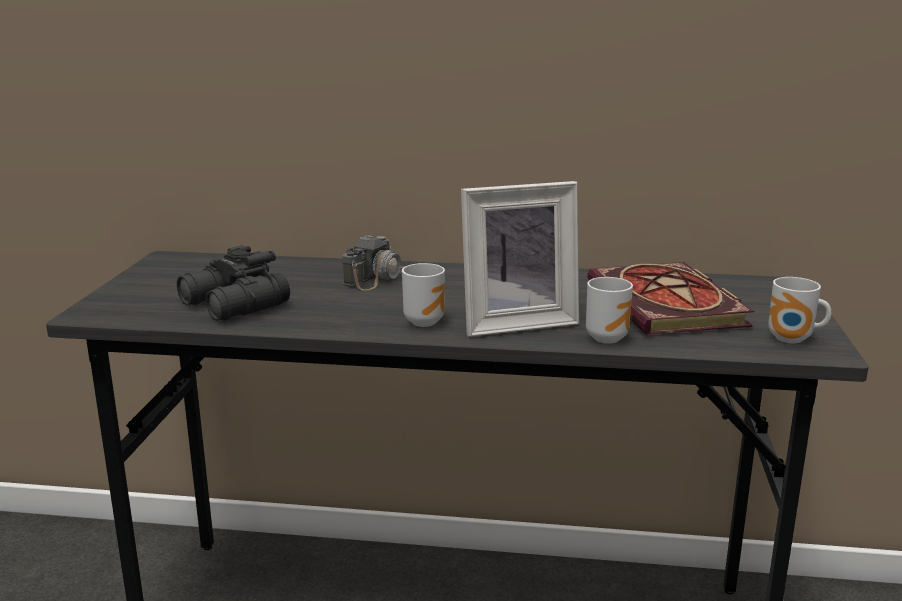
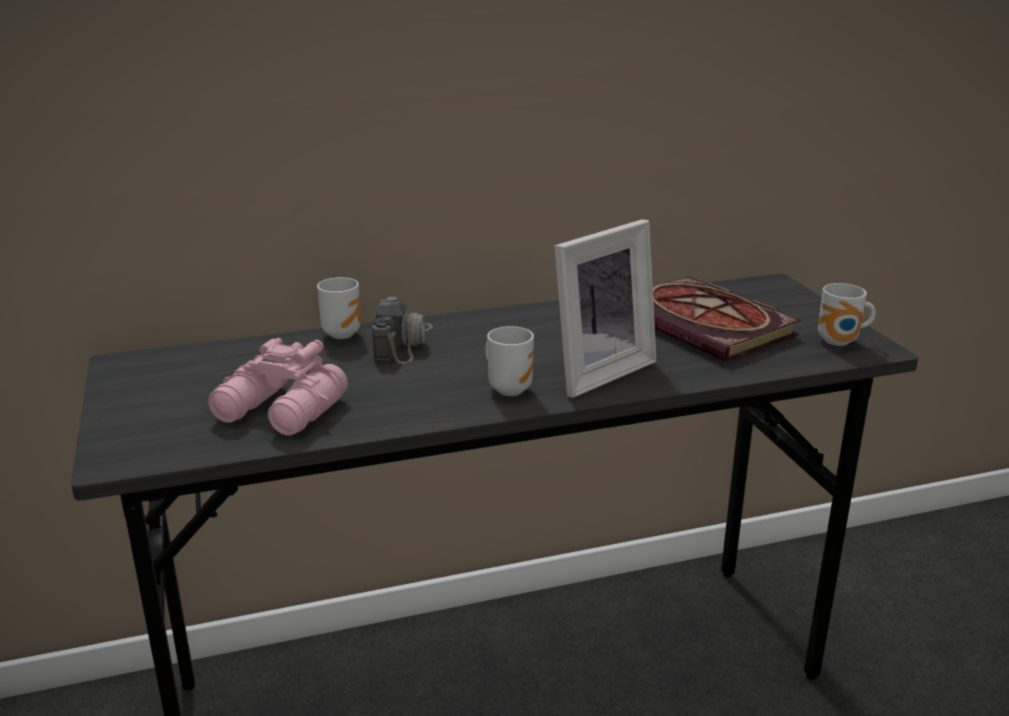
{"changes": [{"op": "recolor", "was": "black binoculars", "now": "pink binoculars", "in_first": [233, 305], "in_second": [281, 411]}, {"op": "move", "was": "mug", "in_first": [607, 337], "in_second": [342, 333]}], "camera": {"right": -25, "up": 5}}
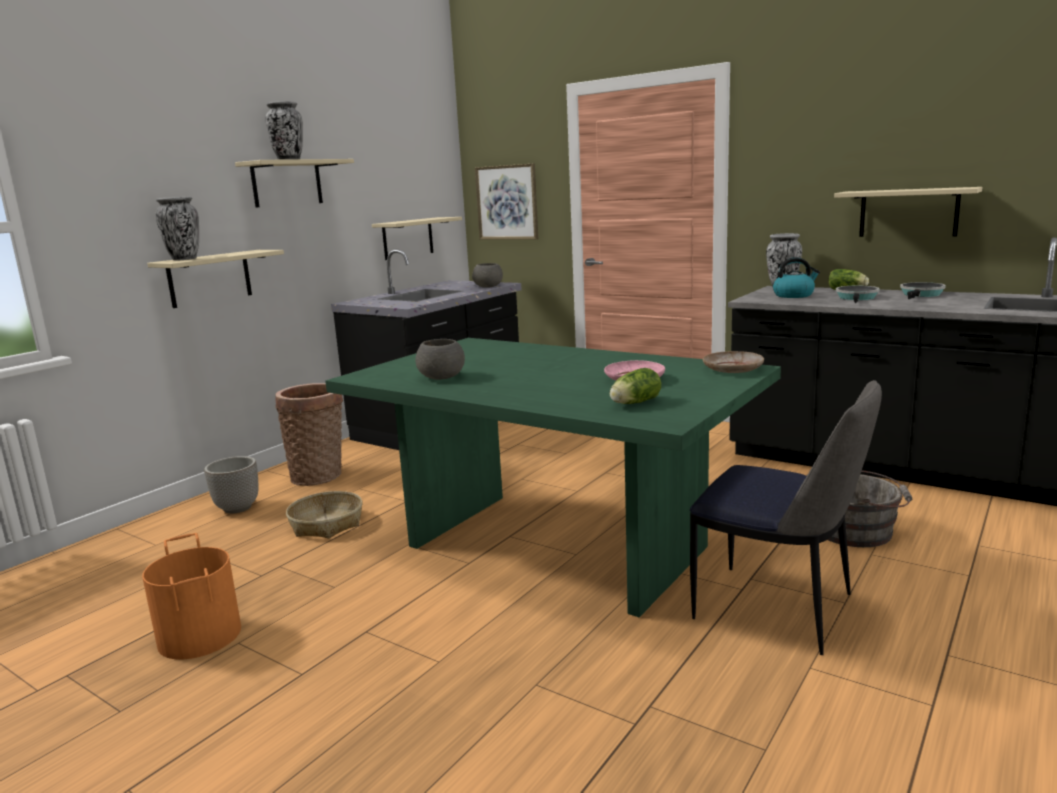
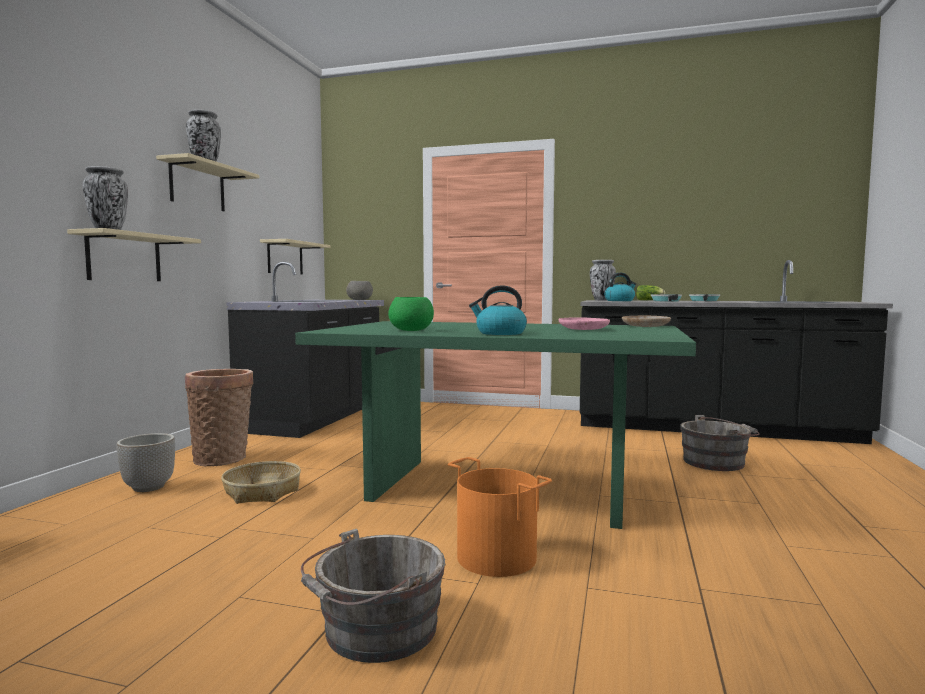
{"changes": [{"op": "insert", "now": "grey bucket", "in_second": [375, 631]}, {"op": "recolor", "was": "grey bowl", "now": "green bowl", "in_first": [442, 377], "in_second": [411, 330]}, {"op": "move", "was": "orange bucket", "in_first": [198, 636], "in_second": [496, 557]}, {"op": "insert", "now": "kettle", "in_second": [500, 333]}, {"op": "delete", "was": "picture", "in_first": [507, 202]}, {"op": "delete", "was": "lettuce", "in_first": [633, 403]}, {"op": "delete", "was": "chair", "in_first": [778, 609]}, {"op": "delete", "was": "beige shelf", "in_first": [908, 213]}], "camera": {"right": -20, "up": -10}}
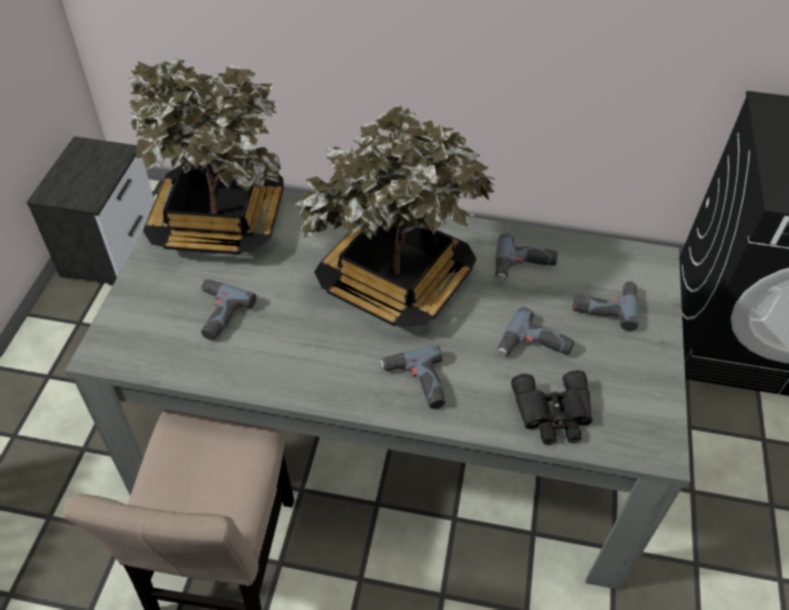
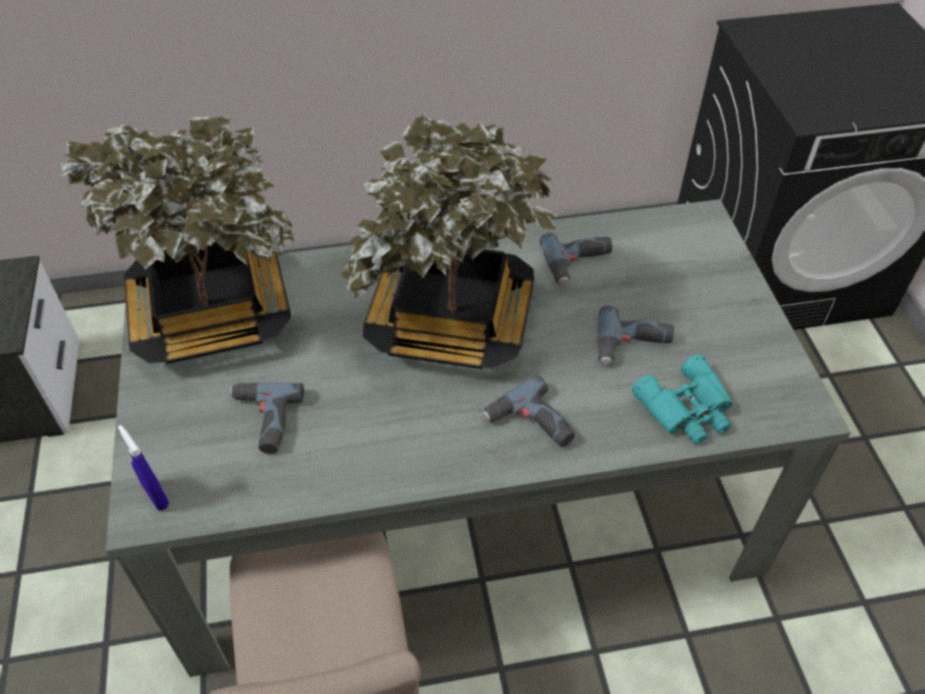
{"changes": [{"op": "insert", "now": "blue spray bottle", "in_second": [156, 496]}, {"op": "recolor", "was": "black binoculars", "now": "turquoise binoculars", "in_first": [553, 414], "in_second": [687, 409]}, {"op": "delete", "was": "power drill", "in_first": [604, 305]}], "camera": {"right": -20, "up": 0}}
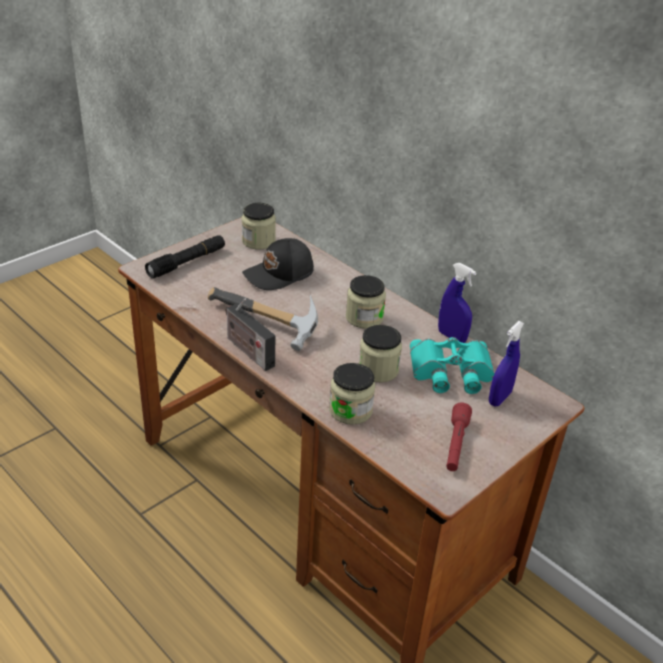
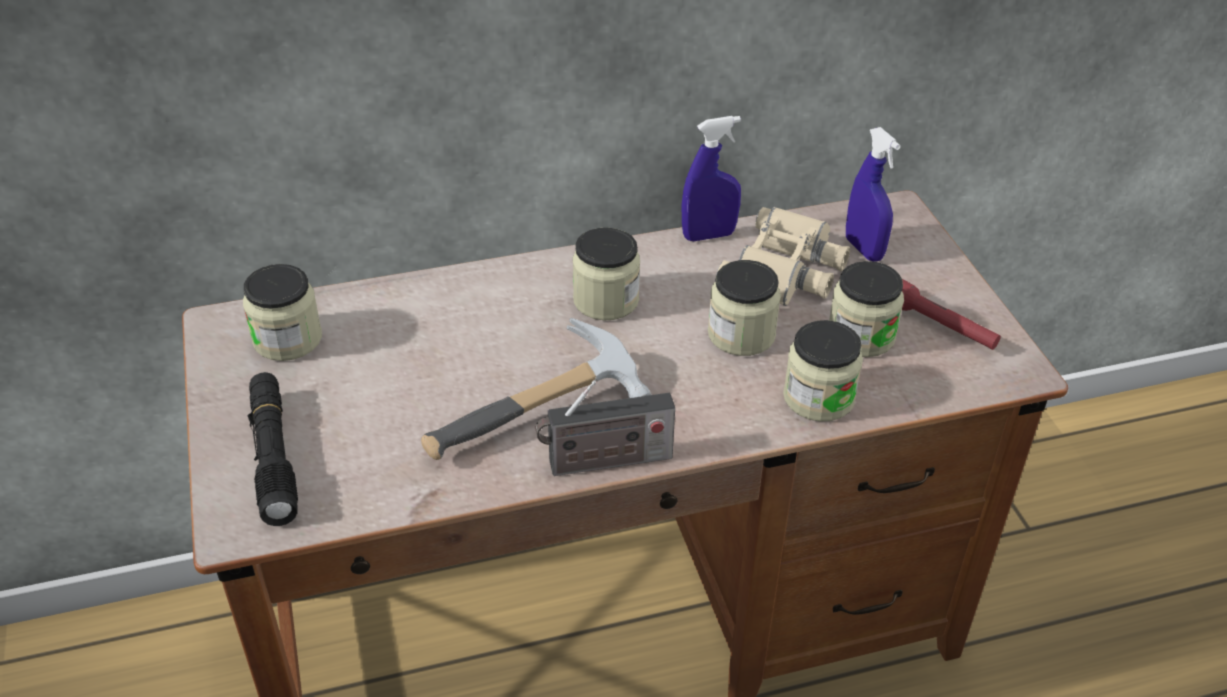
{"changes": [{"op": "recolor", "was": "turquoise binoculars", "now": "beige binoculars", "in_first": [451, 372], "in_second": [787, 269]}, {"op": "insert", "now": "jar", "in_second": [861, 336]}, {"op": "delete", "was": "black cap", "in_first": [279, 274]}], "camera": {"right": -60, "up": 5}}
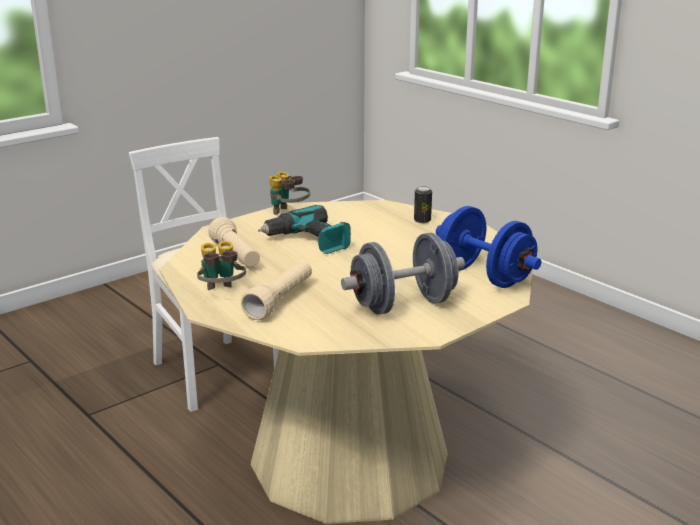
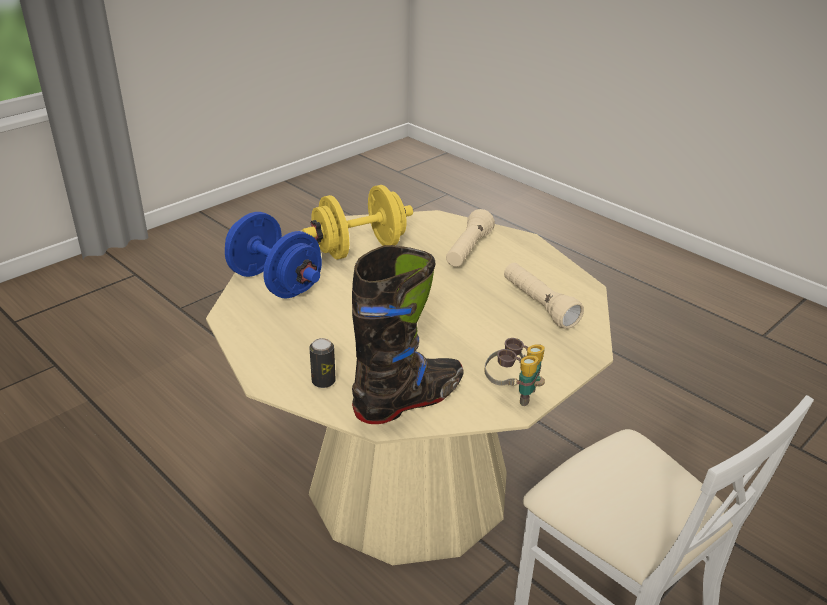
{"changes": [{"op": "recolor", "was": "grey dumbbell", "now": "yellow dumbbell", "in_first": [403, 305], "in_second": [359, 249]}, {"op": "insert", "now": "black boot", "in_second": [409, 400]}, {"op": "delete", "was": "binoculars", "in_first": [221, 293]}, {"op": "delete", "was": "power drill", "in_first": [308, 242]}], "camera": {"right": 175, "up": 10}}
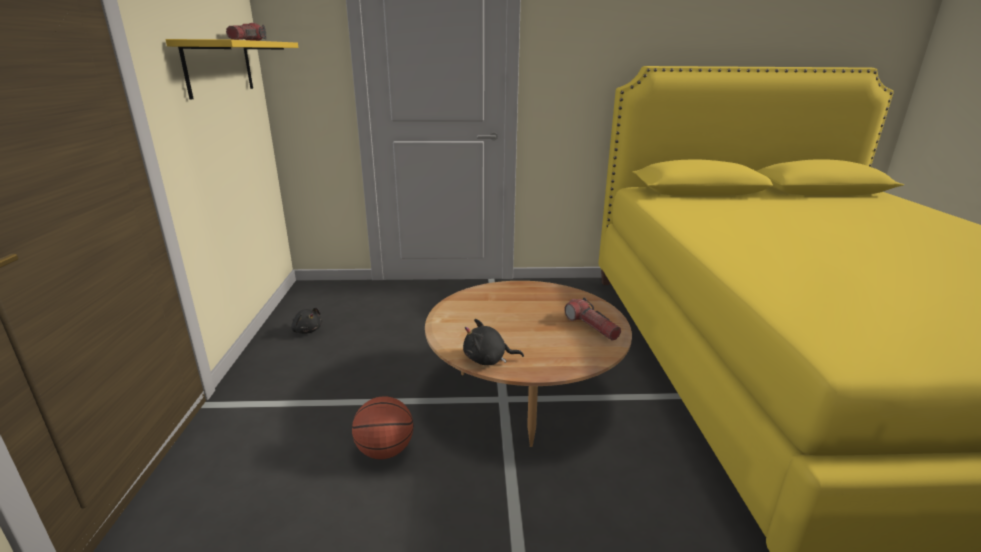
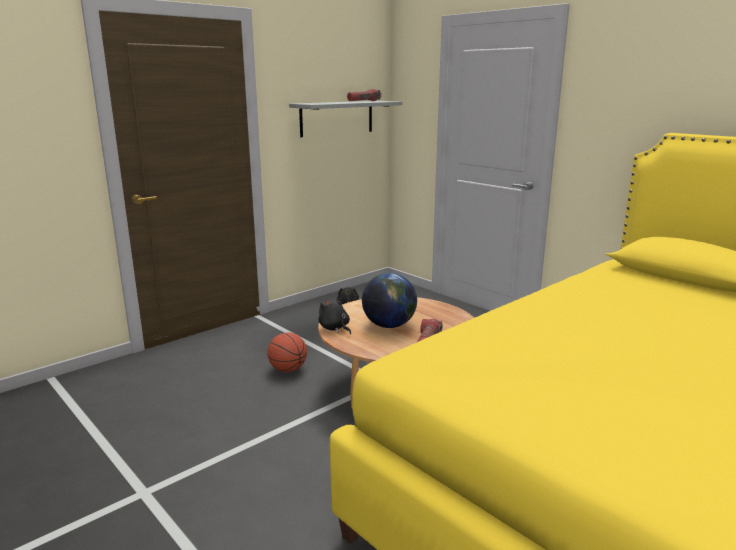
{"changes": [{"op": "recolor", "was": "yellow shelf", "now": "grey shelf", "in_first": [219, 67], "in_second": [337, 118]}, {"op": "insert", "now": "globe", "in_second": [389, 325]}], "camera": {"right": 50, "up": -5}}
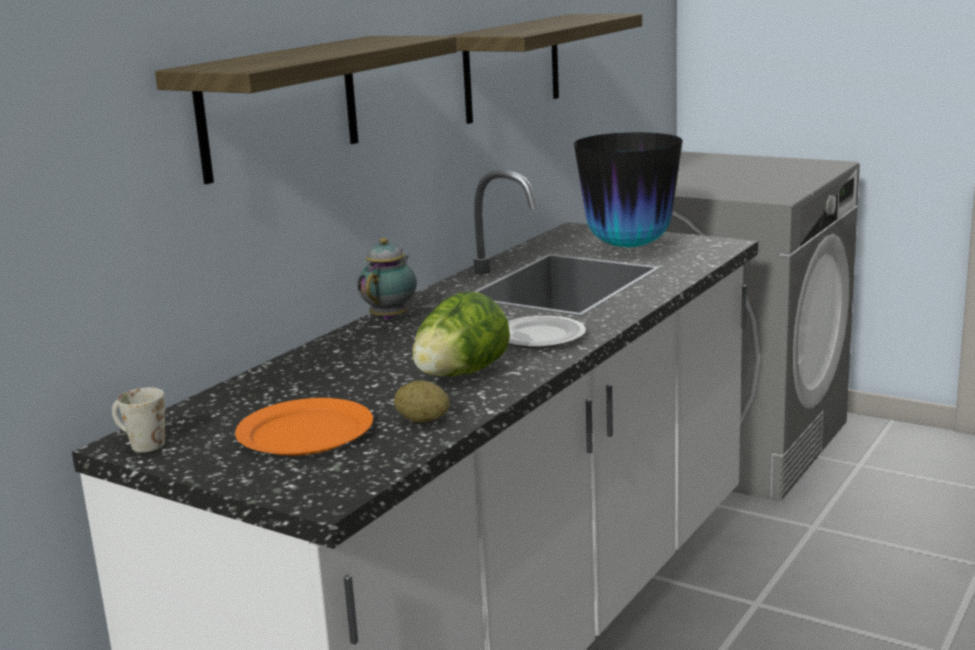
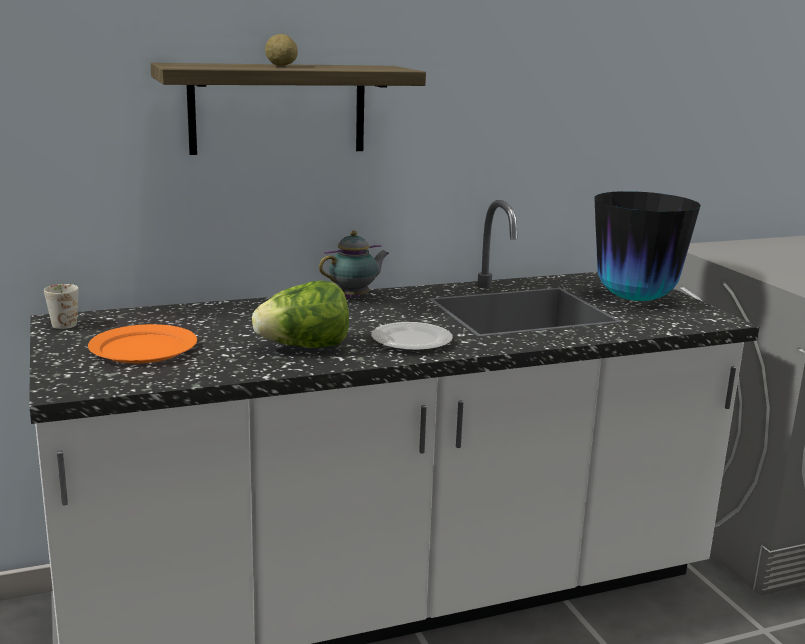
{"changes": [{"op": "move", "was": "potato", "in_first": [423, 421], "in_second": [281, 66]}, {"op": "delete", "was": "shelf", "in_first": [512, 67]}], "camera": {"right": 35, "up": 0}}
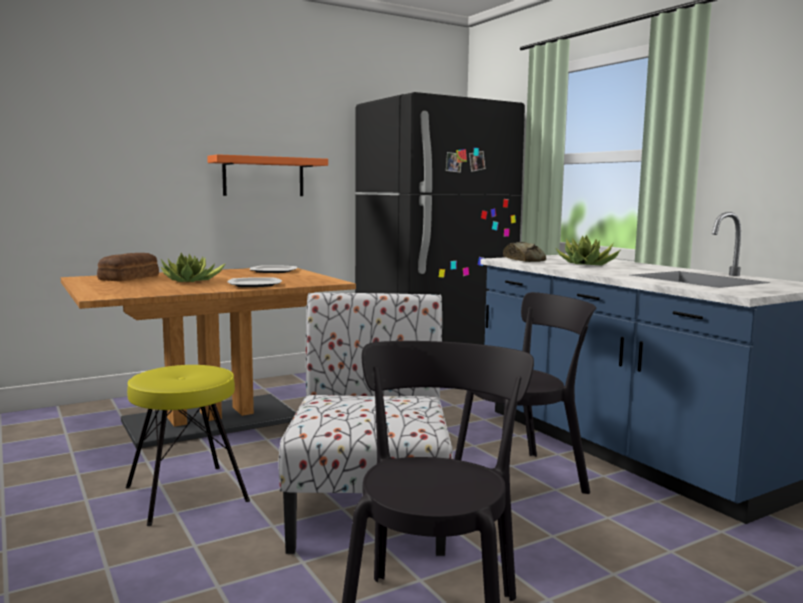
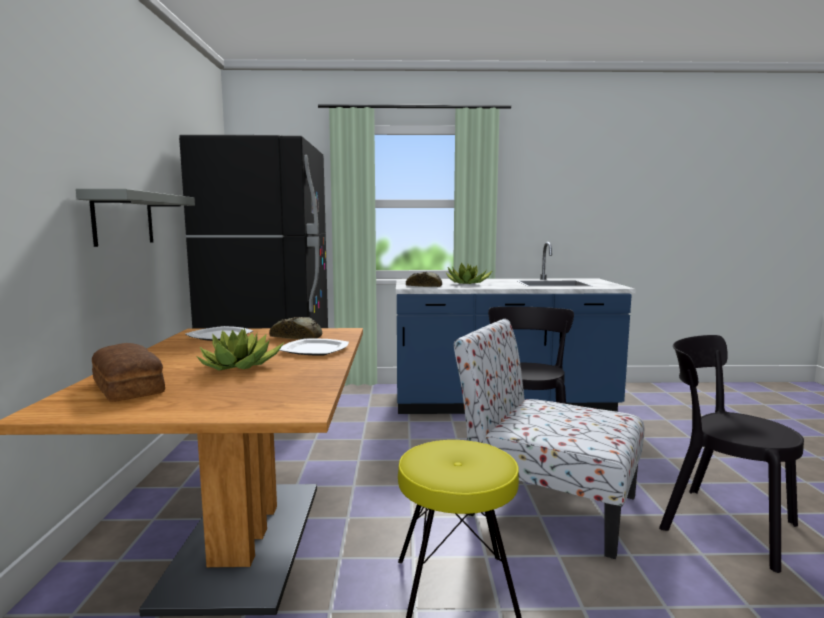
{"changes": [{"op": "recolor", "was": "orange shelf", "now": "grey shelf", "in_first": [263, 176], "in_second": [123, 219]}, {"op": "insert", "now": "bread", "in_second": [297, 336]}], "camera": {"right": -60, "up": 0}}
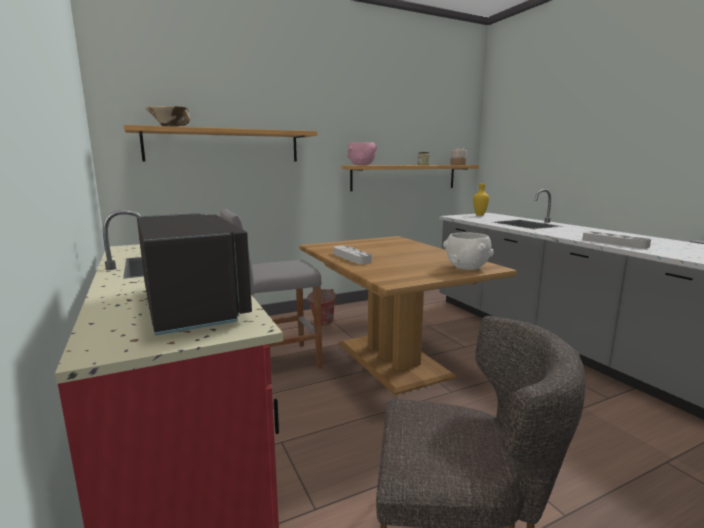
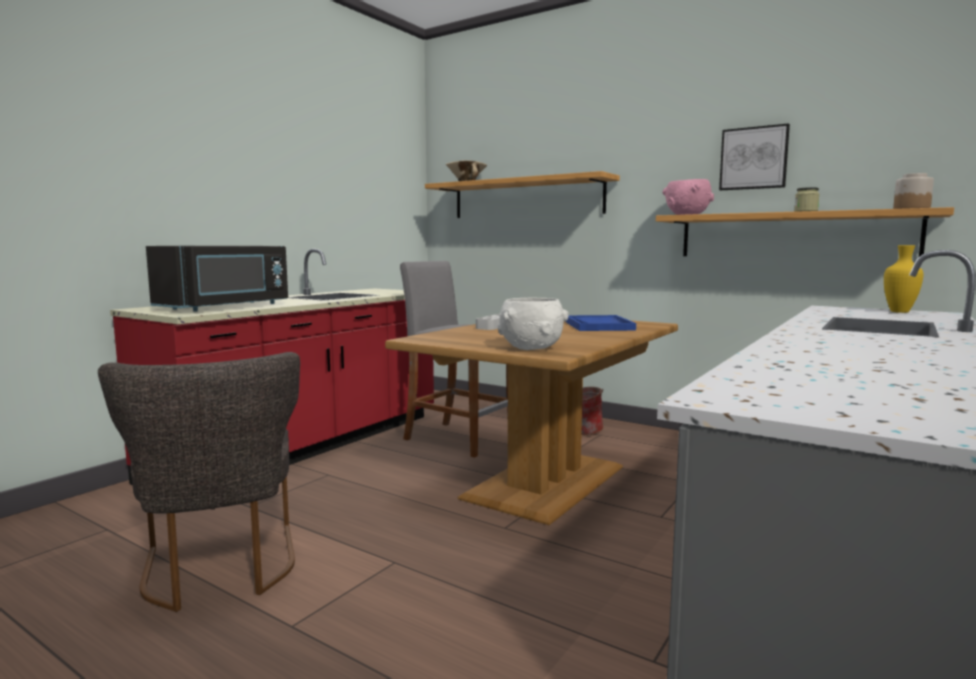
{"changes": [{"op": "insert", "now": "blue tray", "in_second": [599, 326]}, {"op": "insert", "now": "picture", "in_second": [753, 158]}, {"op": "delete", "was": "grey tray", "in_first": [614, 243]}], "camera": {"right": 60, "up": -5}}
